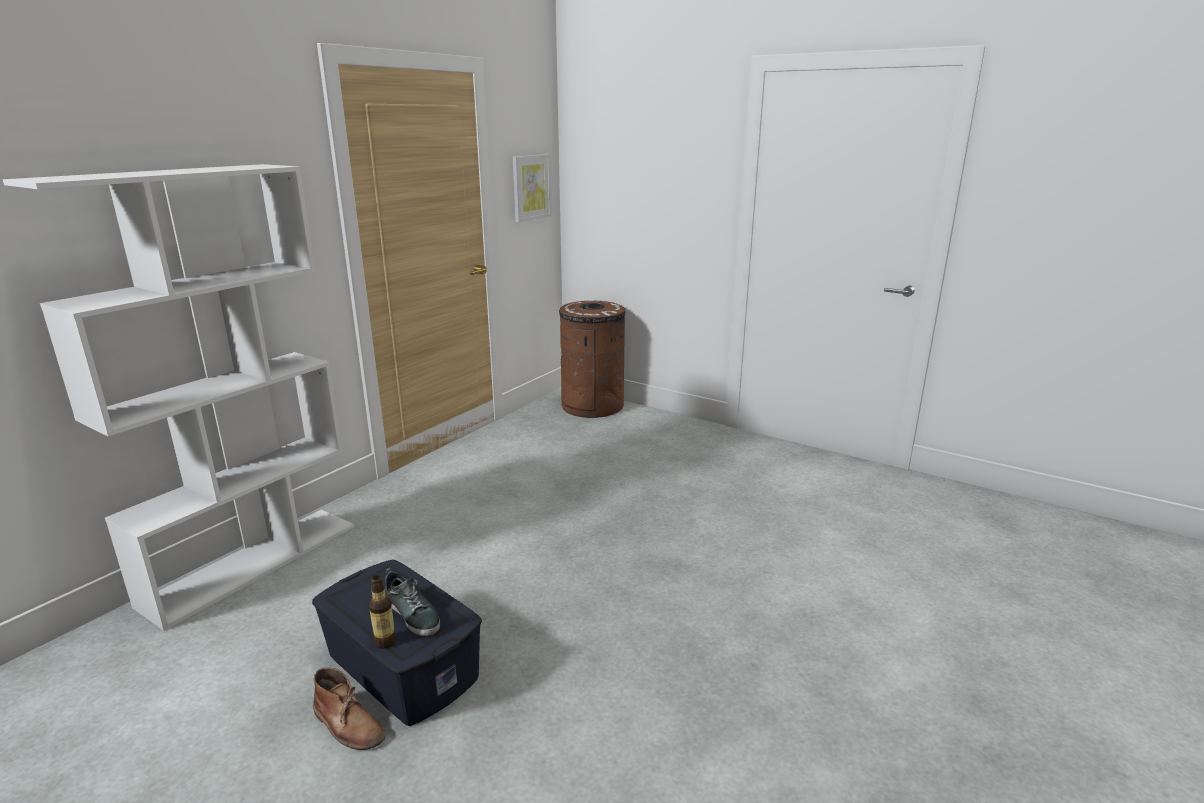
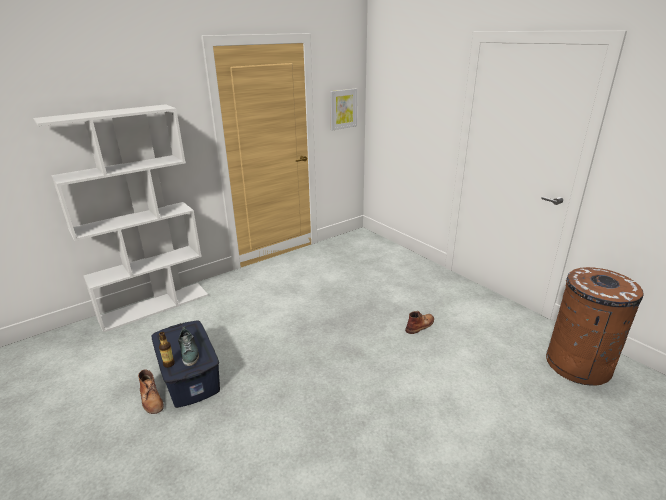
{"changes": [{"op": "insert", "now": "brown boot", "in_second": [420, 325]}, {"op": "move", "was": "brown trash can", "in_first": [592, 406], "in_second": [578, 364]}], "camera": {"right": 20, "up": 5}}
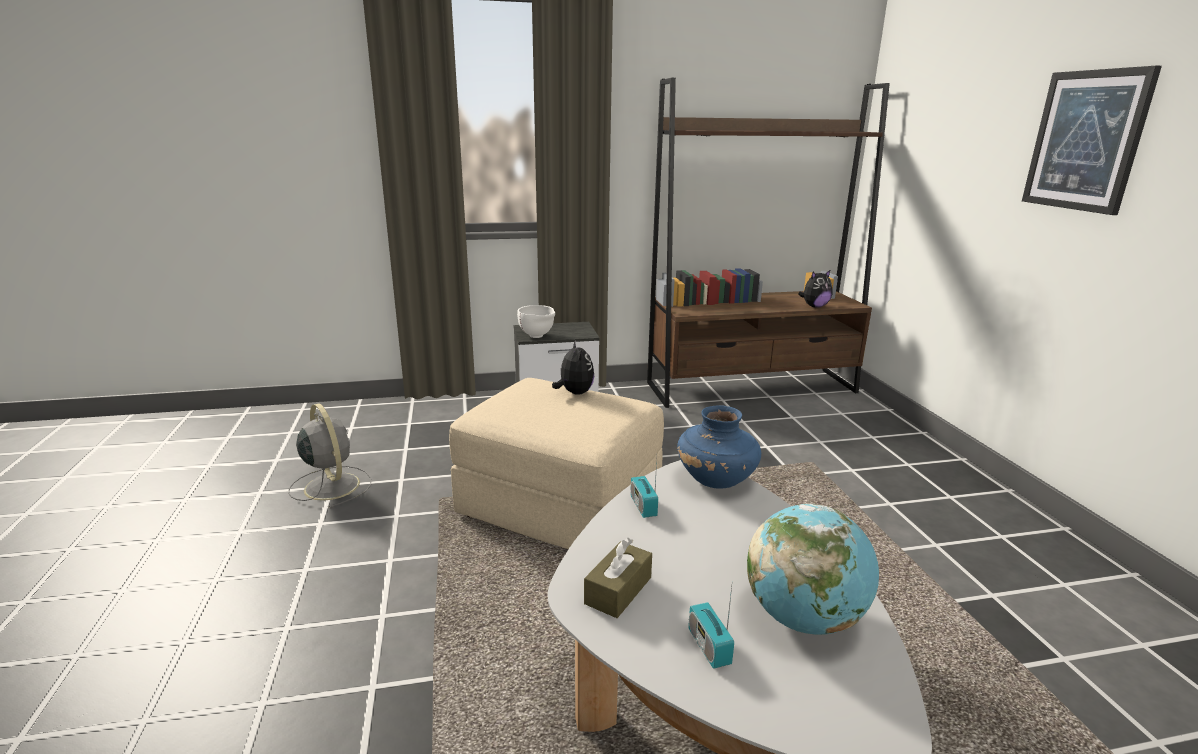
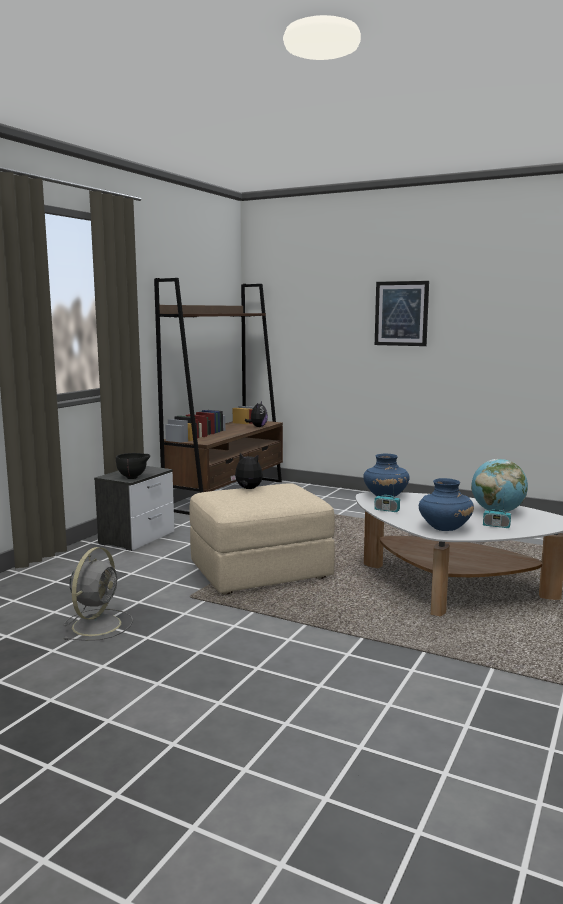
{"changes": [{"op": "rotate", "was": "grey fan", "in_first": [331, 485], "in_second": [98, 624], "clockwise": 105}, {"op": "recolor", "was": "white bowl", "now": "black bowl", "in_first": [537, 336], "in_second": [134, 477]}, {"op": "replace", "was": "brown tissue box", "now": "blue vase", "in_first": [618, 590], "in_second": [444, 528]}], "camera": {"right": -50, "up": -10}}
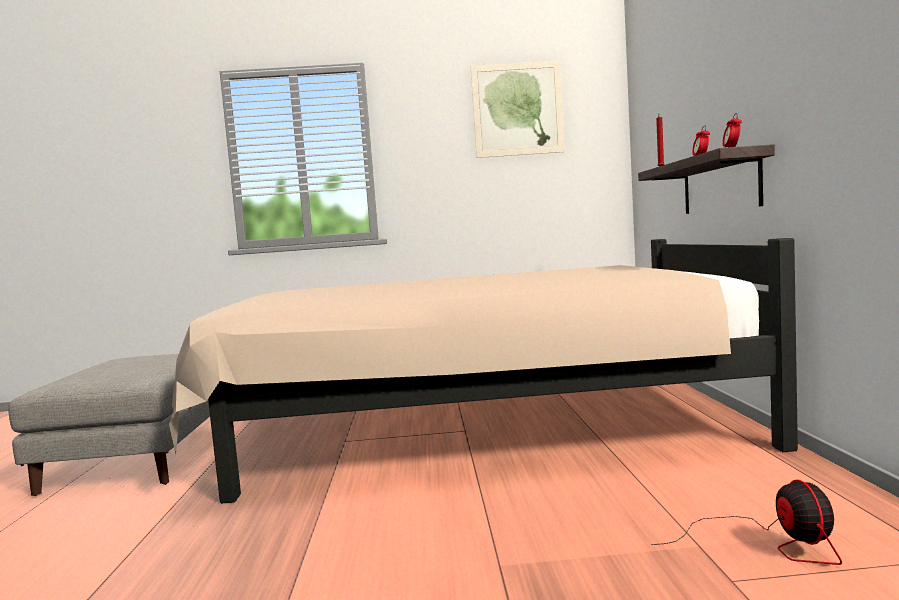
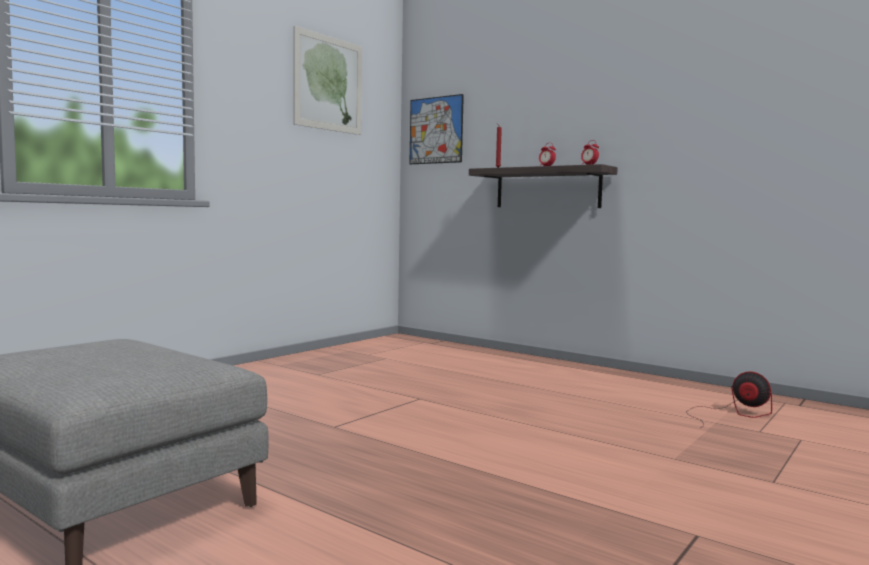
{"changes": [{"op": "insert", "now": "picture", "in_second": [436, 130]}, {"op": "delete", "was": "beige bed", "in_first": [474, 428]}], "camera": {"right": -50, "up": 0}}
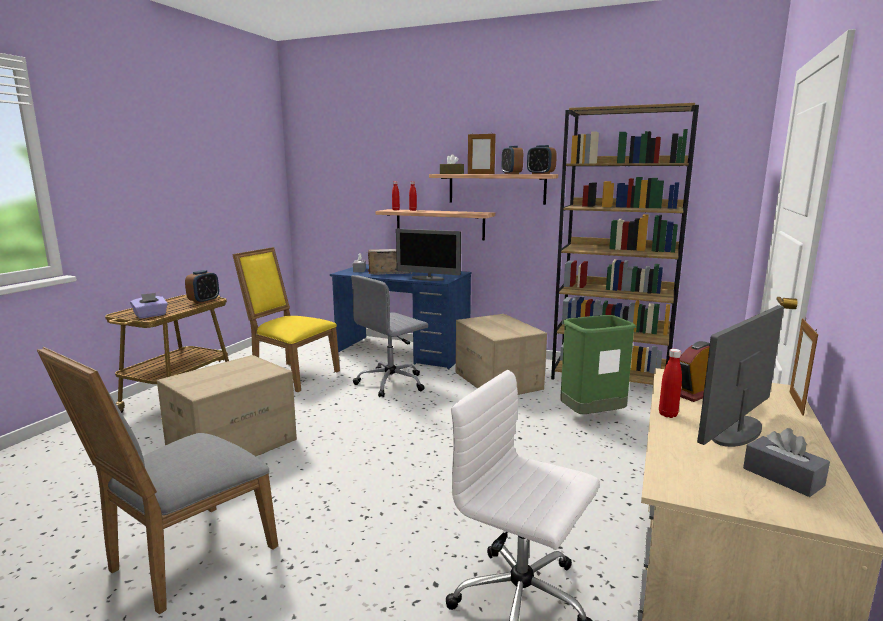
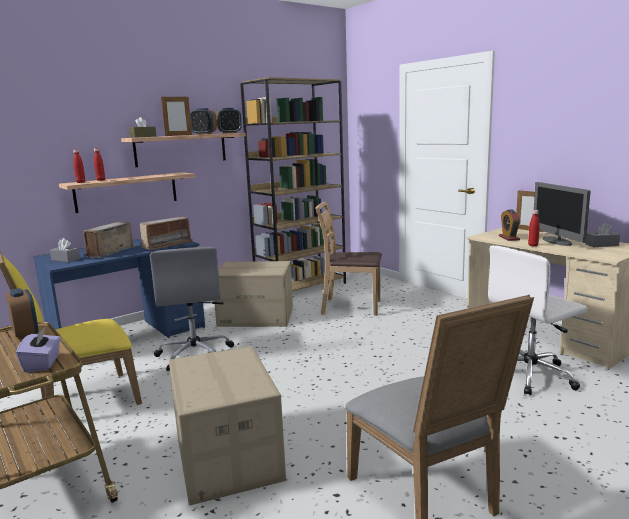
{"changes": [{"op": "replace", "was": "monitor", "now": "radio", "in_first": [428, 279], "in_second": [167, 245]}, {"op": "replace", "was": "green trash can", "now": "brown chair", "in_first": [592, 417], "in_second": [350, 307]}], "camera": {"right": -60, "up": 0}}
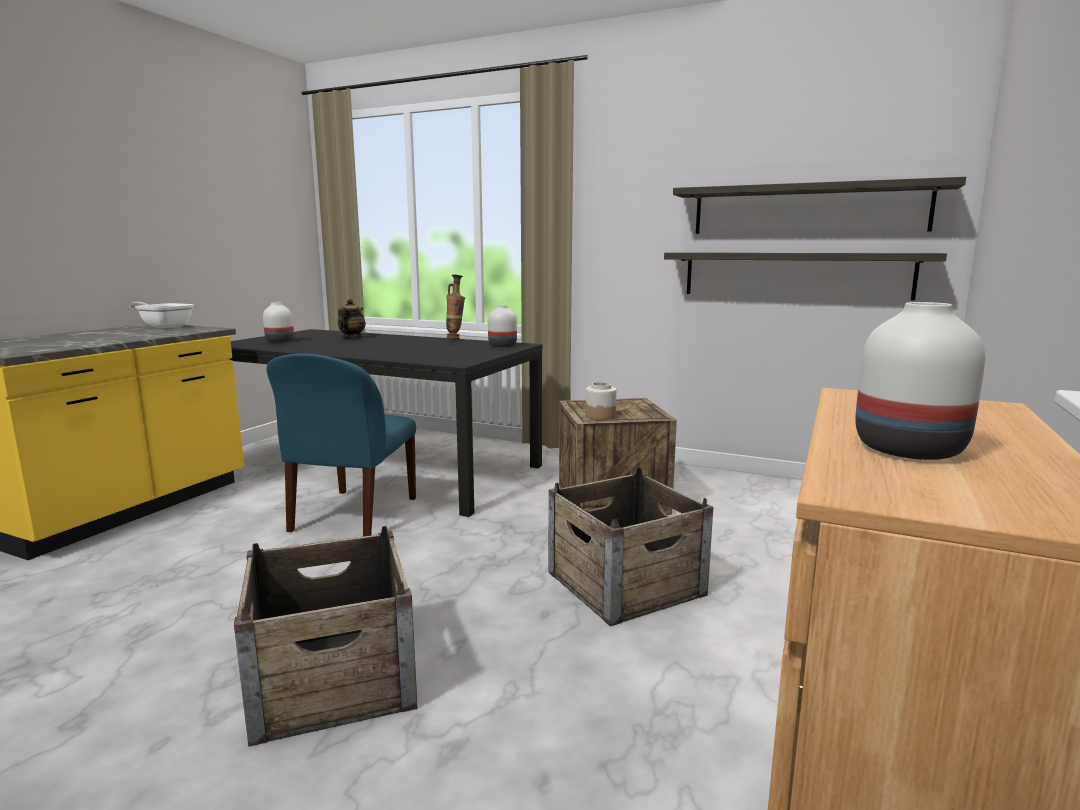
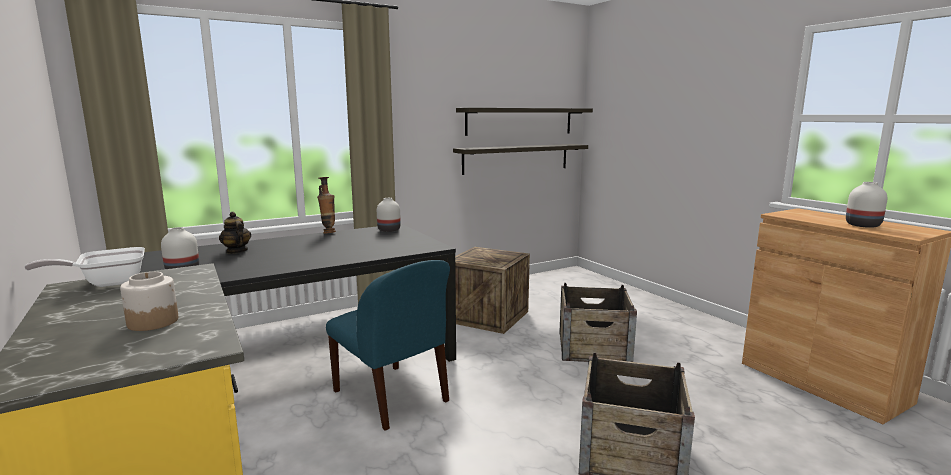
{"changes": [{"op": "move", "was": "jar", "in_first": [600, 416], "in_second": [153, 322]}], "camera": {"right": -55, "up": 0}}
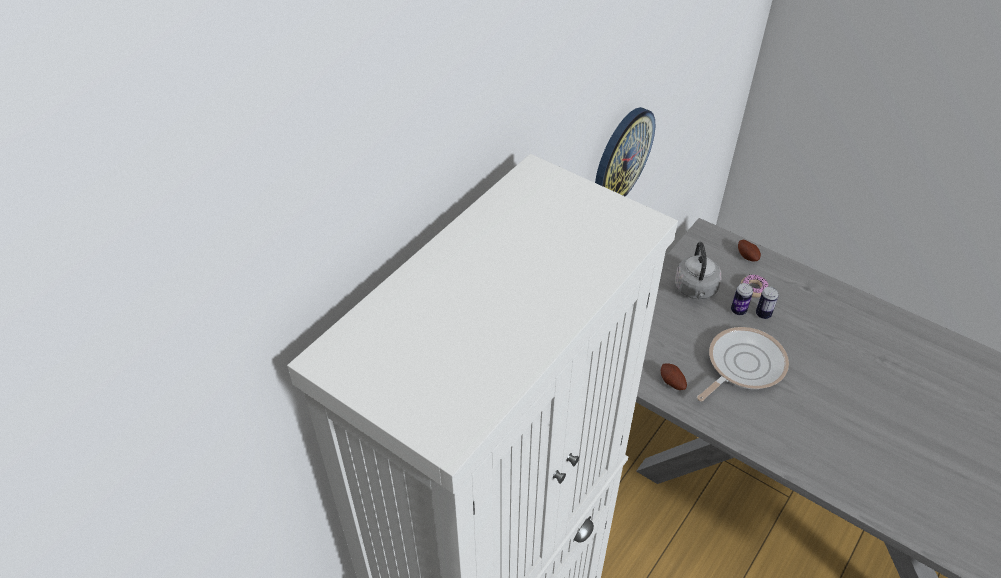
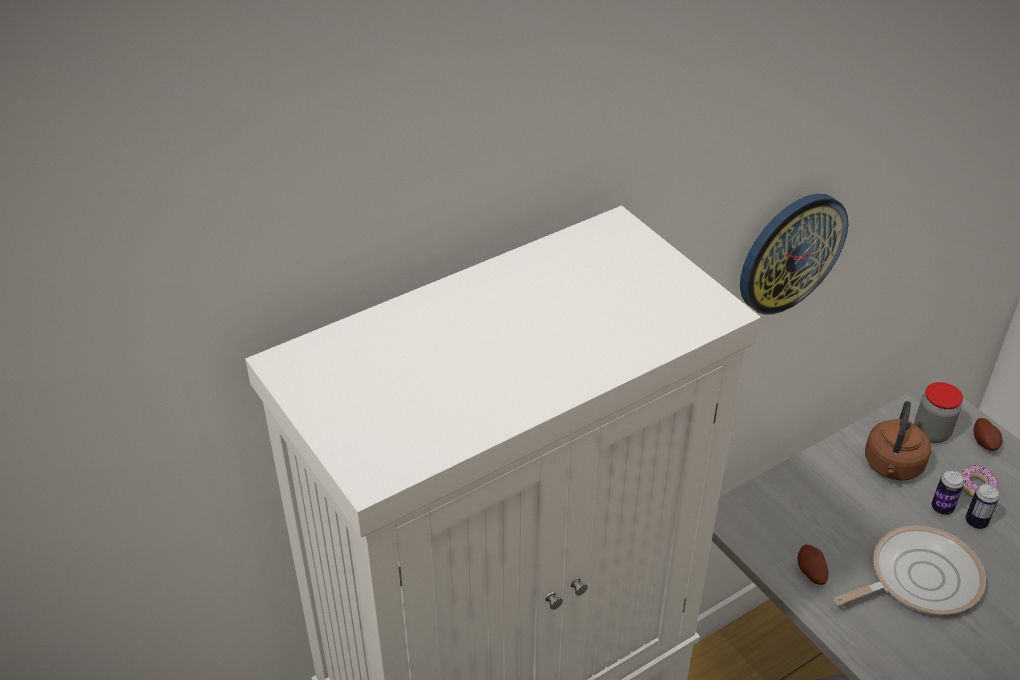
{"changes": [{"op": "recolor", "was": "grey kettle", "now": "brown kettle", "in_first": [695, 290], "in_second": [892, 467]}, {"op": "insert", "now": "jar", "in_second": [931, 432]}], "camera": {"right": 20, "up": -5}}
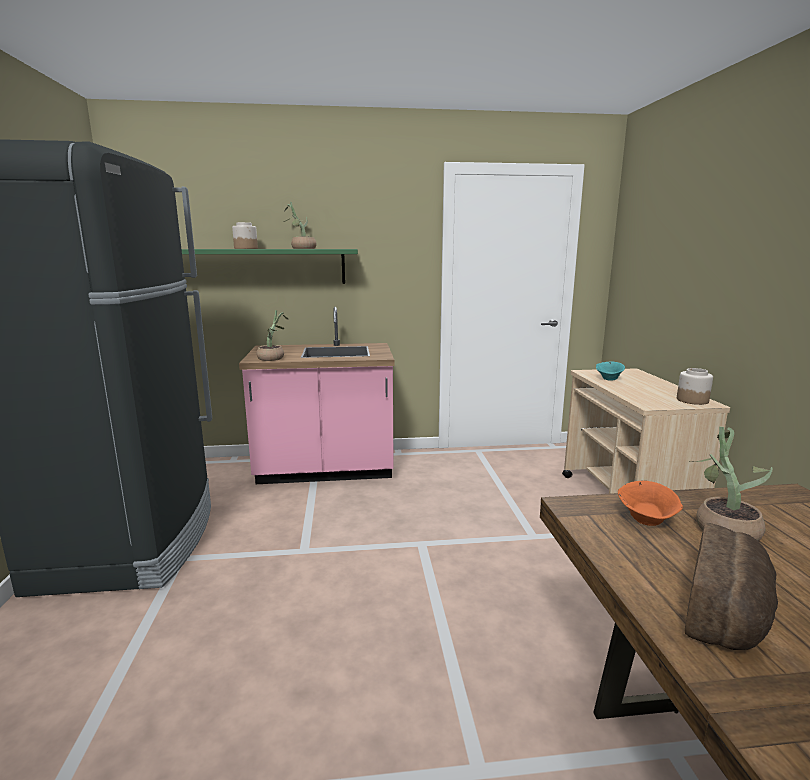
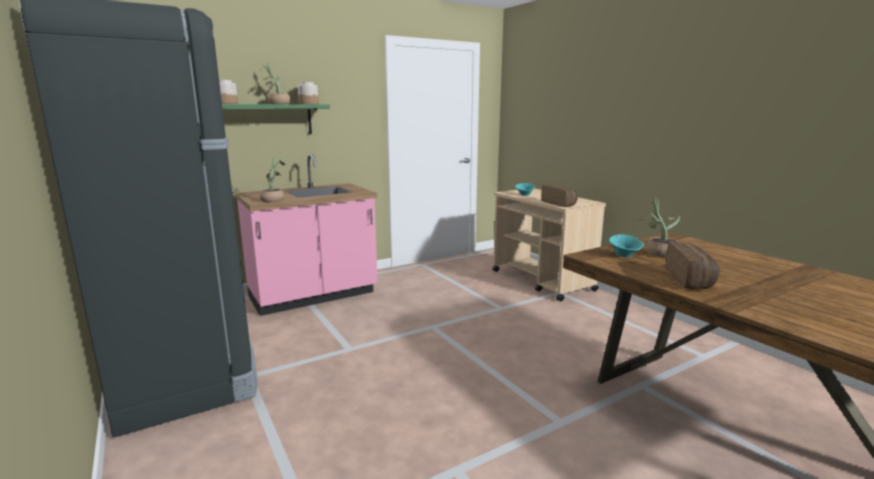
{"changes": [{"op": "move", "was": "jar", "in_first": [692, 400], "in_second": [308, 104]}, {"op": "insert", "now": "bread", "in_second": [560, 203]}, {"op": "recolor", "was": "orange bowl", "now": "turquoise bowl", "in_first": [647, 521], "in_second": [624, 255]}], "camera": {"right": -25, "up": 0}}
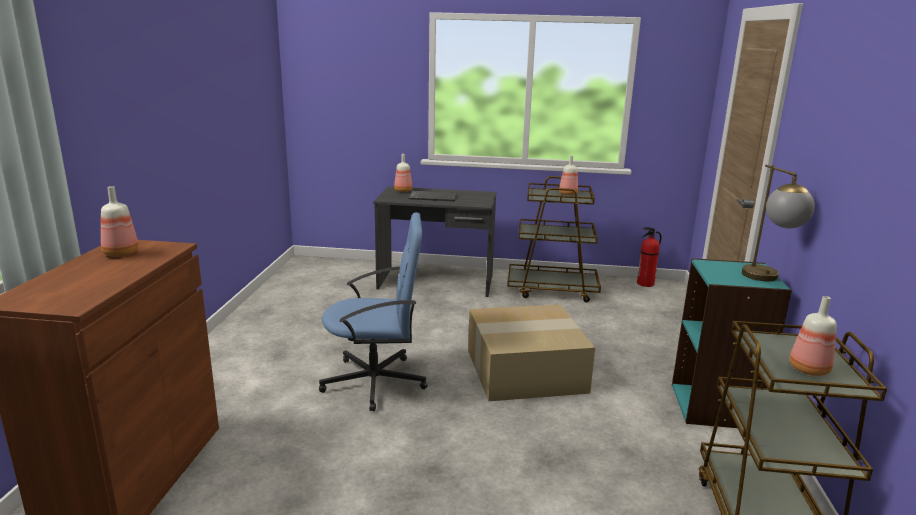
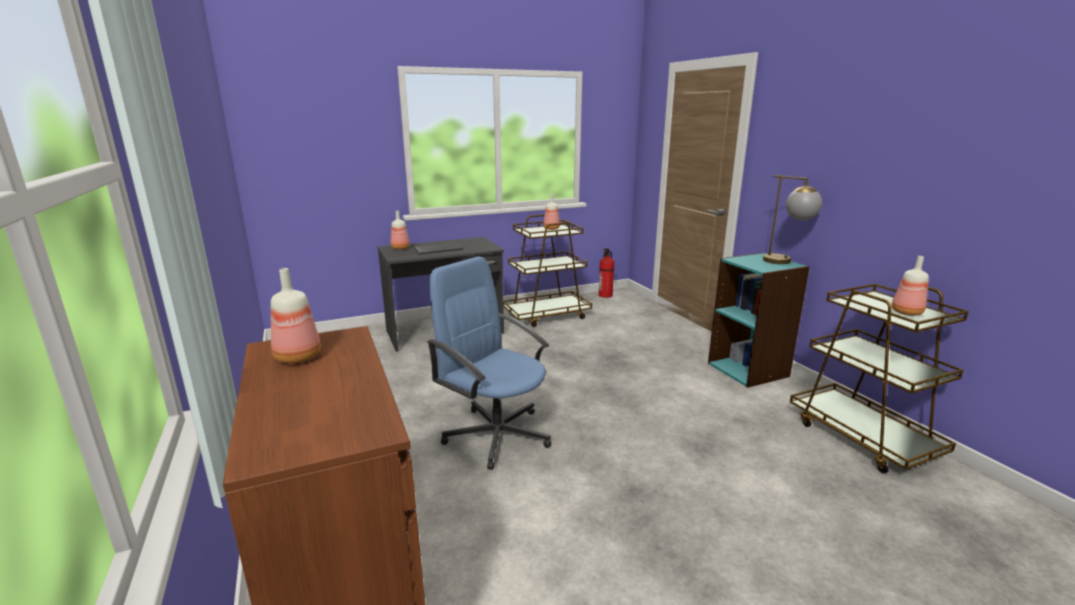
{"changes": [{"op": "rotate", "was": "blue office chair", "in_first": [376, 382], "in_second": [496, 434], "clockwise": -105}, {"op": "delete", "was": "cardboard box", "in_first": [526, 370]}], "camera": {"right": -30, "up": 0}}
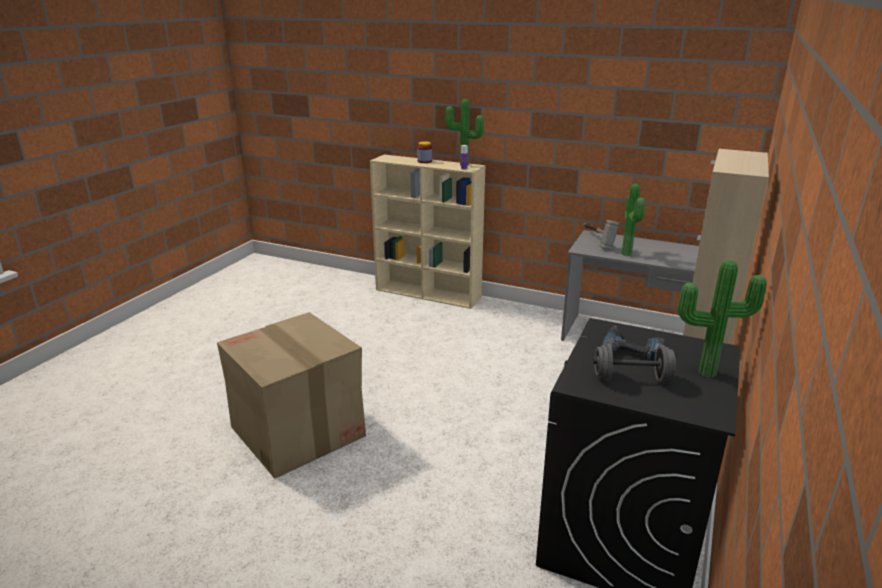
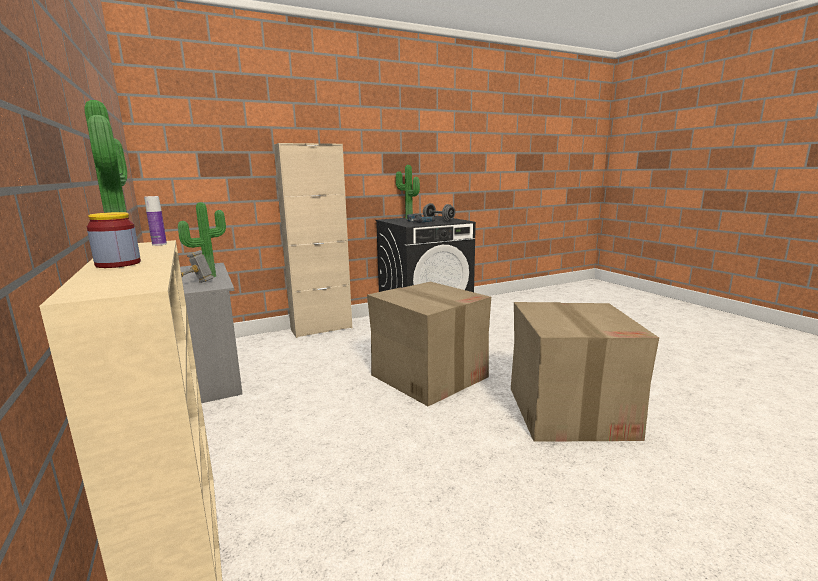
{"changes": [{"op": "insert", "now": "cardboard box", "in_second": [428, 375]}], "camera": {"right": -140, "up": -10}}
